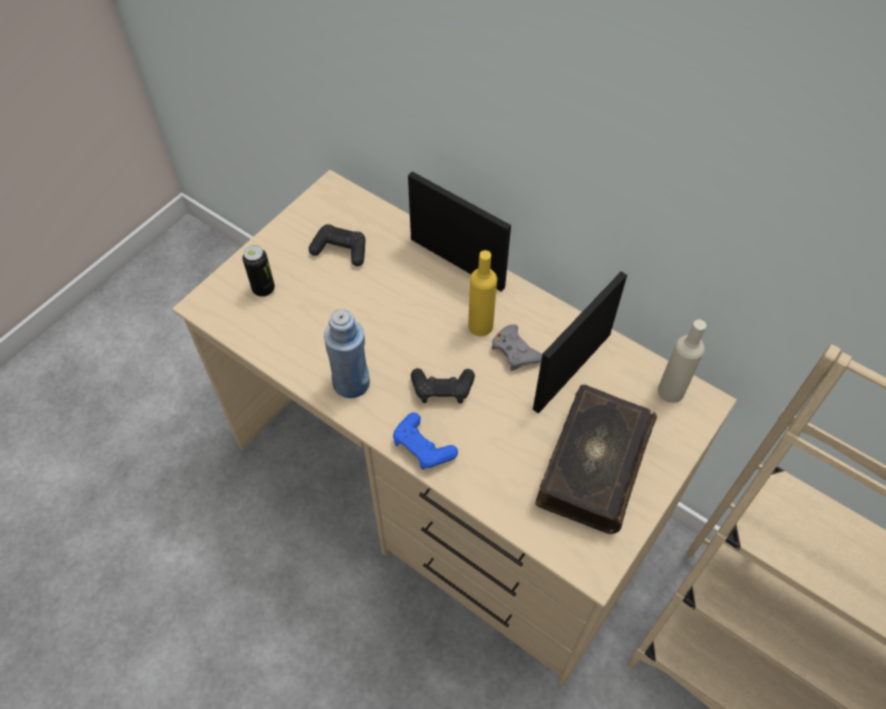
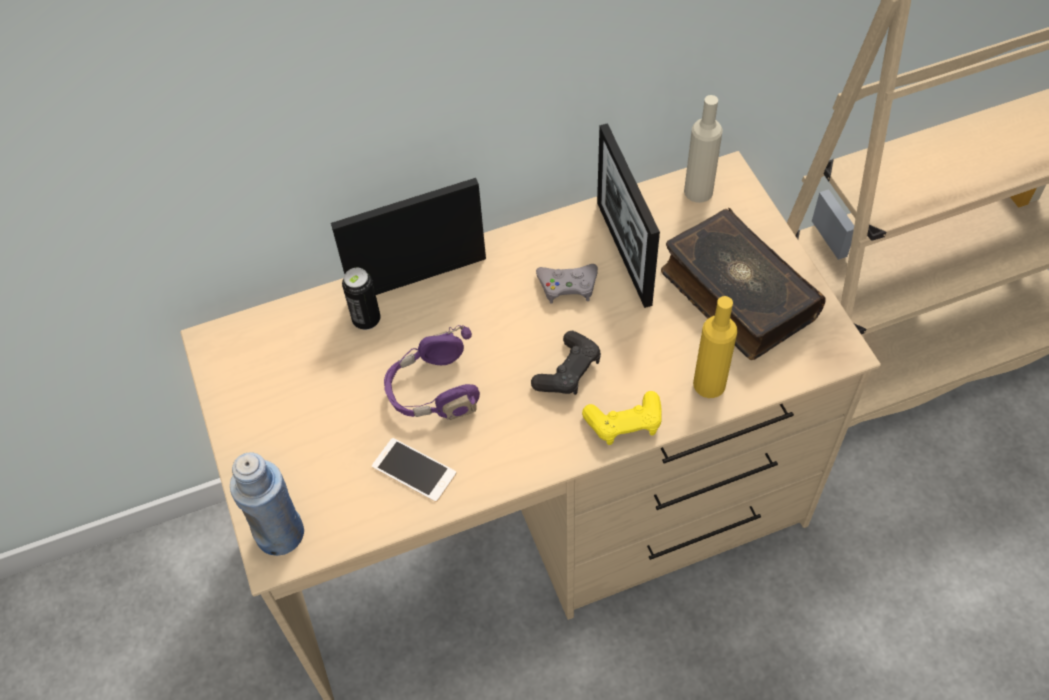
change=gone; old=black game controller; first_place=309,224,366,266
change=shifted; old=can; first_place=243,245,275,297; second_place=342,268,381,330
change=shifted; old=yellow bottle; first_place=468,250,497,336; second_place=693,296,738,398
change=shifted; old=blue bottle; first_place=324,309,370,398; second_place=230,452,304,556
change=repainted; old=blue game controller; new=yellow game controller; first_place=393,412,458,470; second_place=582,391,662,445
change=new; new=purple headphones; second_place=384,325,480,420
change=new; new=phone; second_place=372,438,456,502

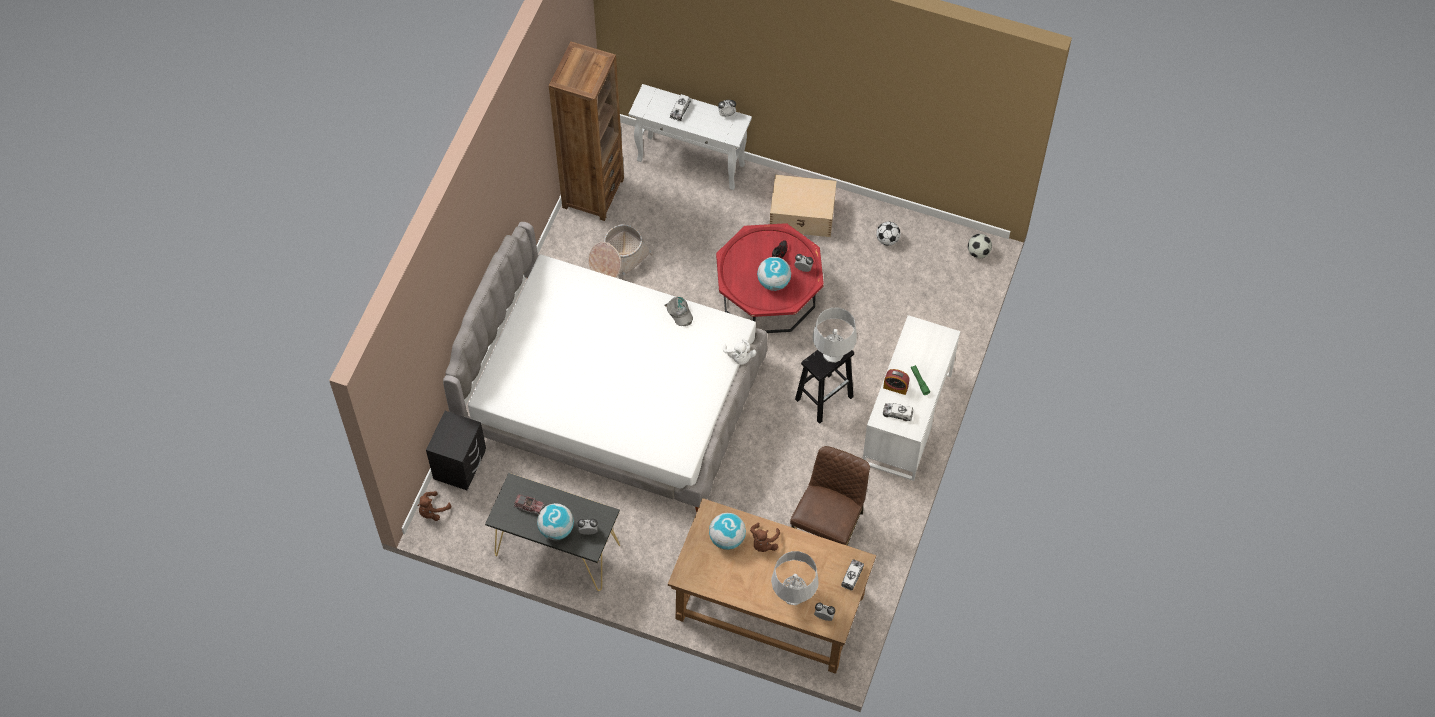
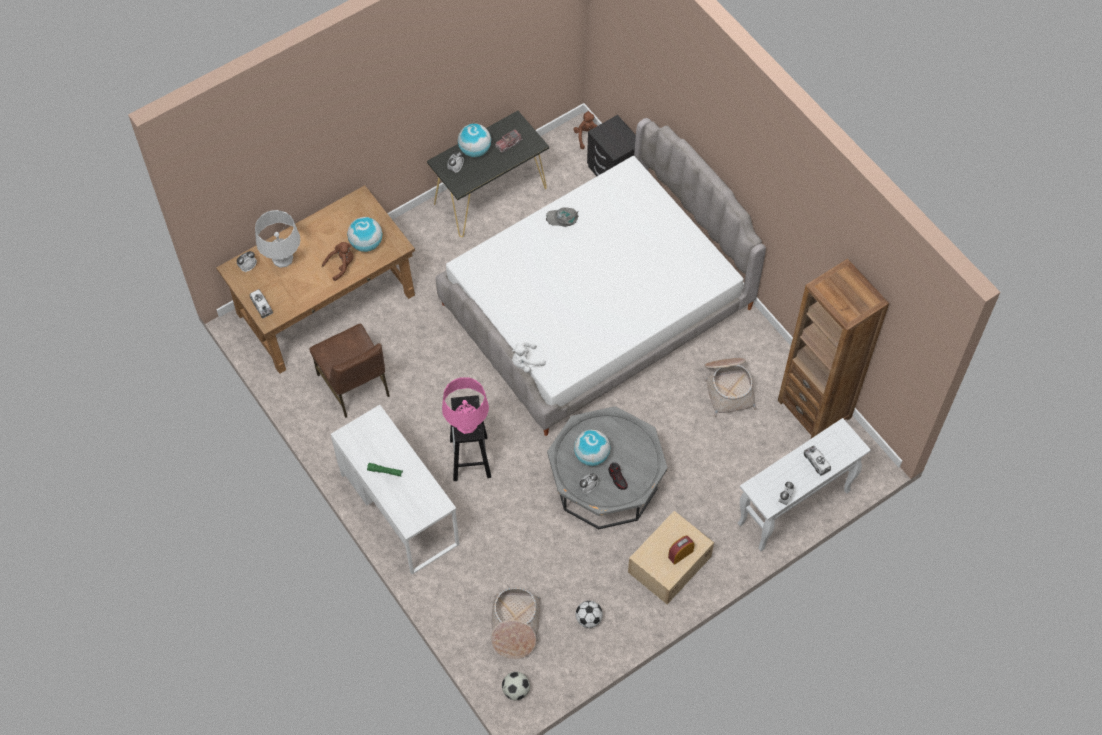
change=repainted; old=red coffee table; new=grey coffee table; first_place=716,223,824,333; second_place=547,406,668,529
change=shifted; old=grey cap; first_place=664,297,693,326; second_place=546,207,579,227
change=repainted; old=grey table lamp; new=pink table lamp; first_place=813,308,857,363; second_place=442,377,489,434
change=rotated; old=white plush toy; first_place=723,339,757,365; second_place=512,343,546,373; degrees=-45
change=shifted; old=alarm clock; first_place=883,369,910,395; second_place=668,536,695,565
change=gone; old=toy truck; first_place=883,403,913,421
change=rotated; old=brown plush toy; first_place=750,522,780,552; second_place=322,242,354,281; degrees=90
change=new; new=basket; second_place=491,587,541,659

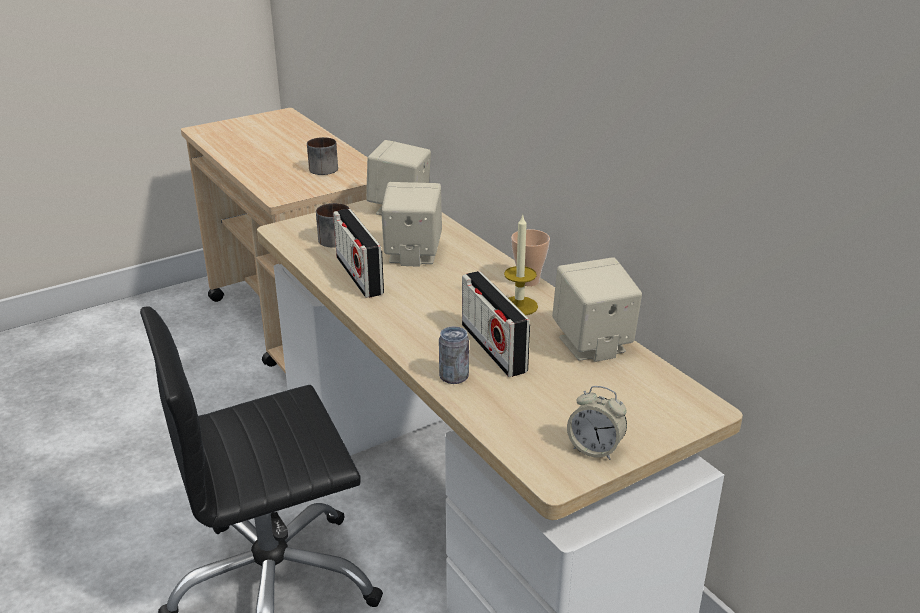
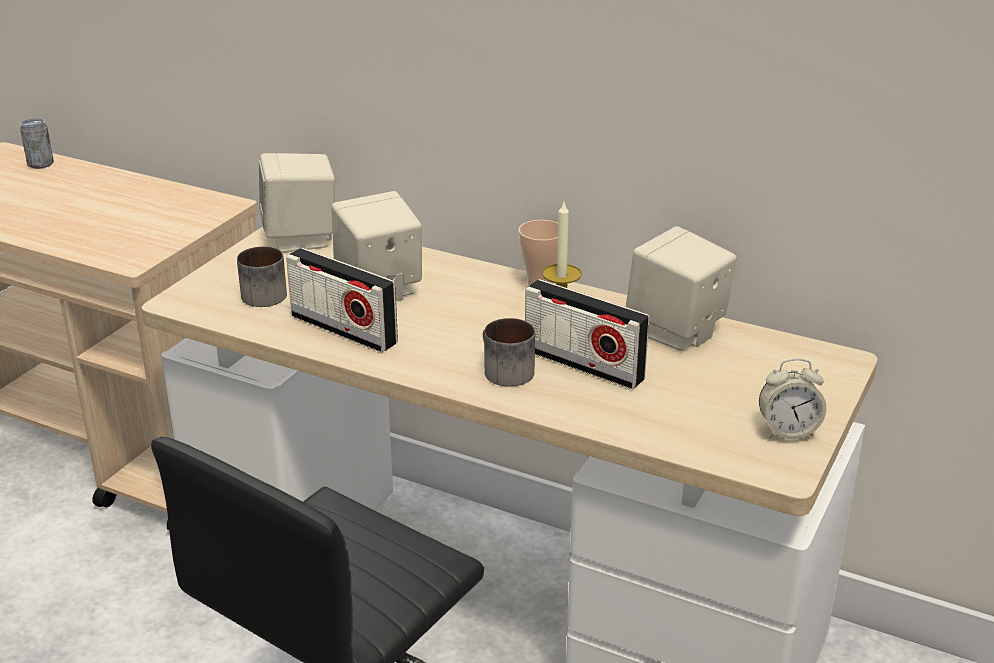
change=shifted; old=mug; first_place=307,137,338,175; second_place=483,318,535,386
change=shifted; old=can; first_place=439,326,469,384; second_place=20,118,54,169

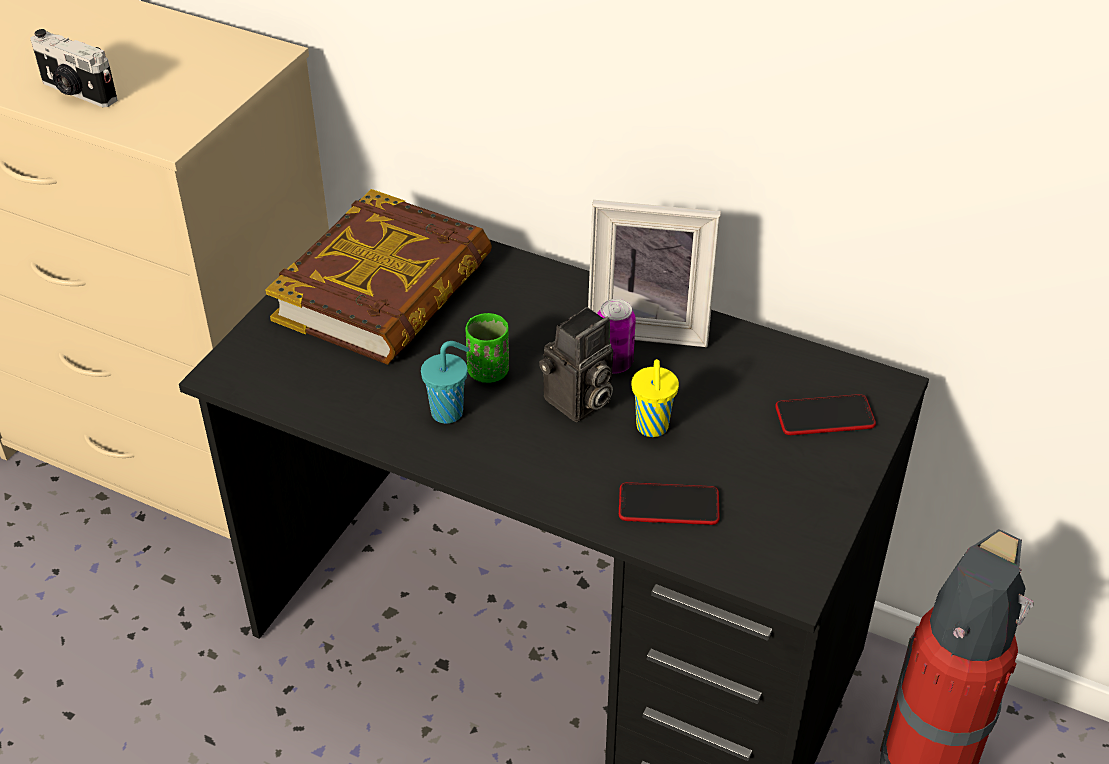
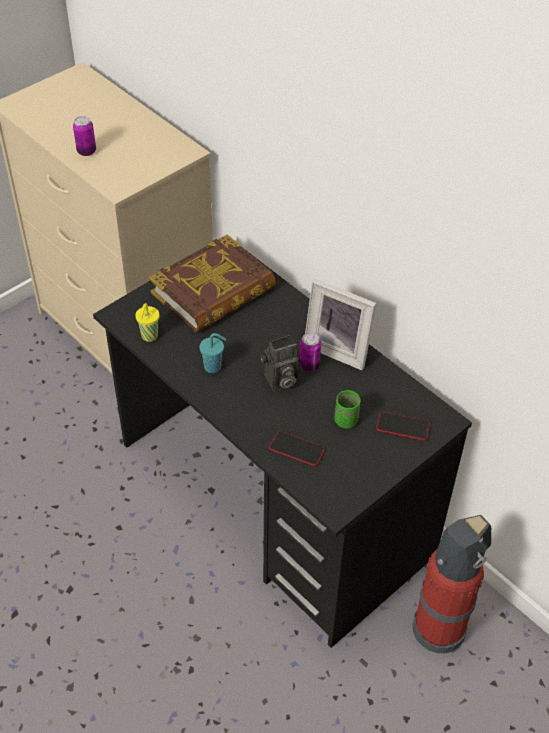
change=swapped; old=photo camera; new=can; first_place=30,29,118,107; second_place=73,116,96,156
change=shifted; old=green cup; first_place=465,313,509,383; second_place=335,390,361,428
change=shifted; old=yellow cup; first_place=631,359,679,437; second_place=135,303,159,342

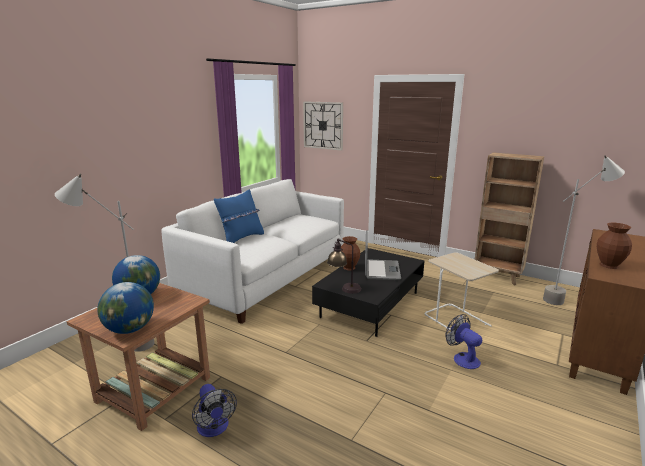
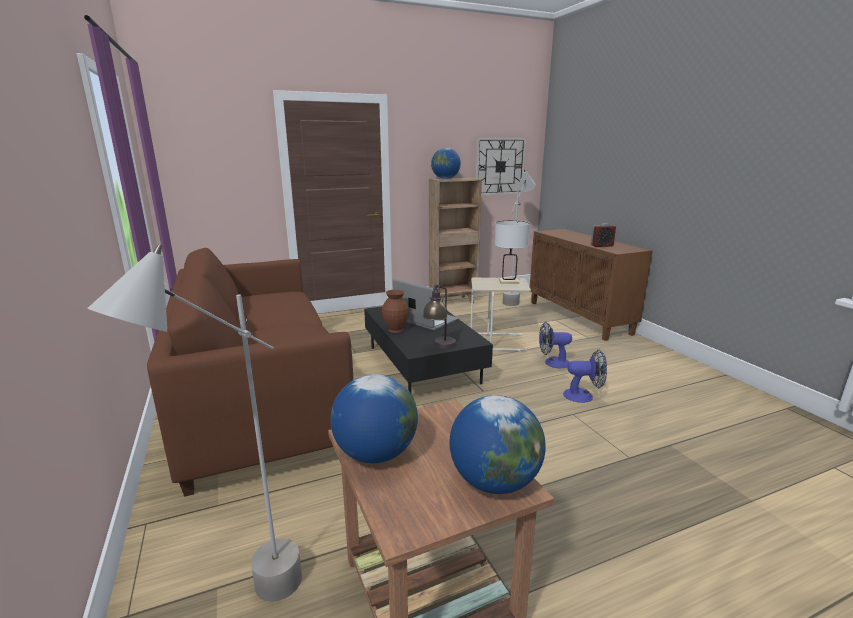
change=shifted; old=wall clock; first_place=303,101,343,151; second_place=476,138,526,196
change=repainted; old=white sofa; new=brown sofa; first_place=162,179,344,324; second_place=147,248,354,497
change=gone; old=blue pillow; first_place=214,190,264,243
change=swapped; old=brown vase; new=alarm clock; first_place=597,223,632,269; second_place=591,223,616,247
change=shifted; old=fan; first_place=192,384,237,437; second_place=563,350,607,403
change=new; new=globe; second_place=431,148,461,179
change=new; new=white table lamp; second_place=495,221,529,284

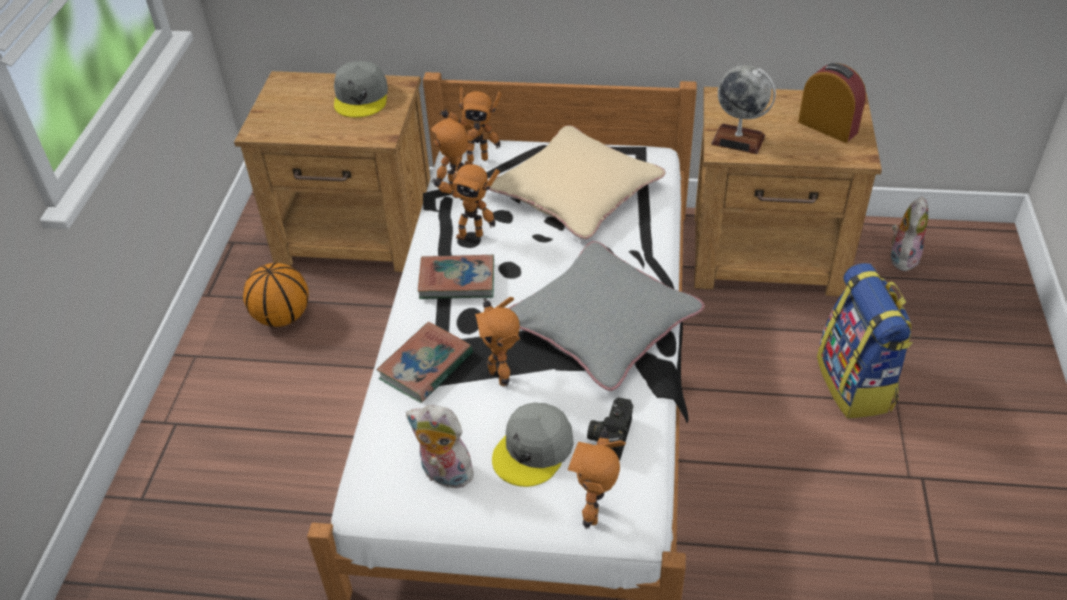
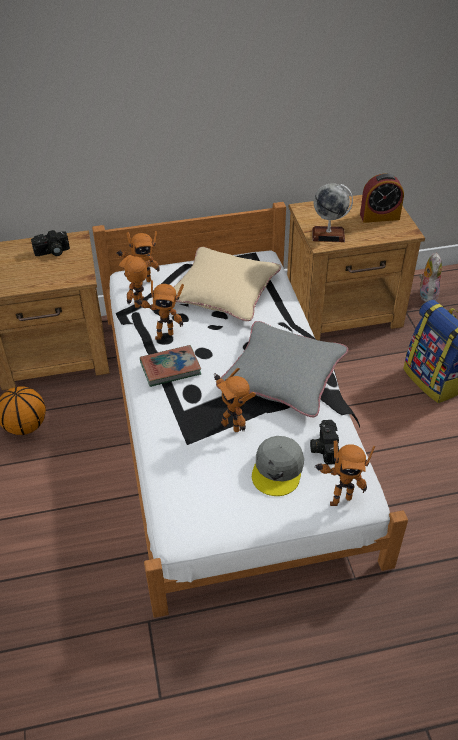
change=swapped; old=grey cap; new=photo camera; first_place=334,61,388,118; second_place=31,230,70,256
change=rotated; old=alarm clock; first_place=798,63,866,143; second_place=360,173,404,223; degrees=150
change=gone; old=book; first_place=376,322,473,403
change=gone; old=plush toy; first_place=406,405,474,488
change=rotated; old=toy robot; first_place=568,427,626,529; second_place=314,441,375,506; degrees=-90

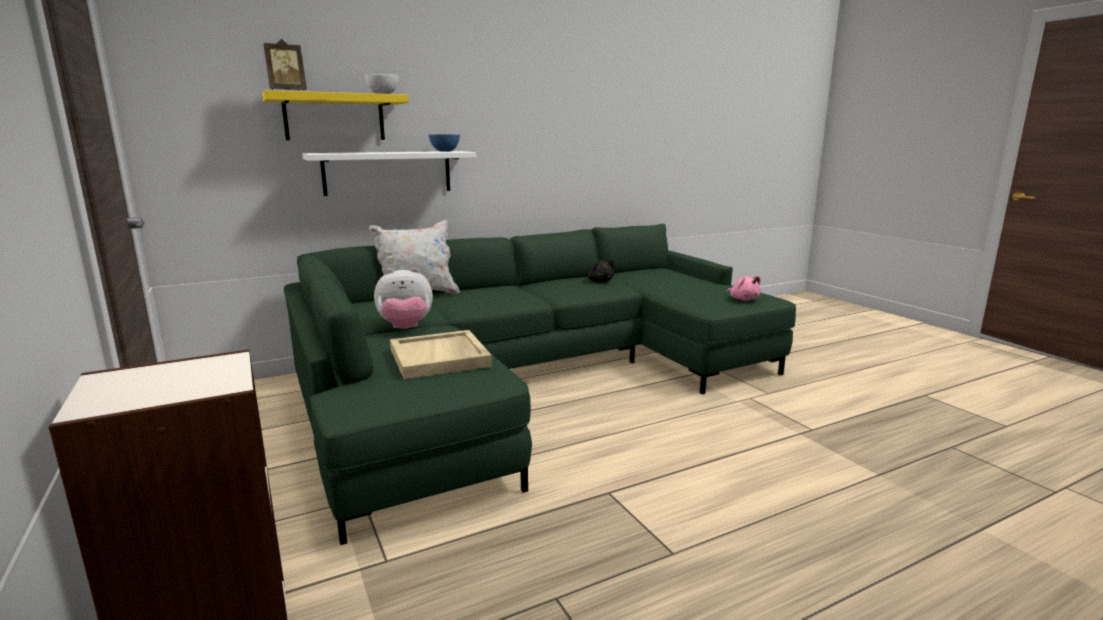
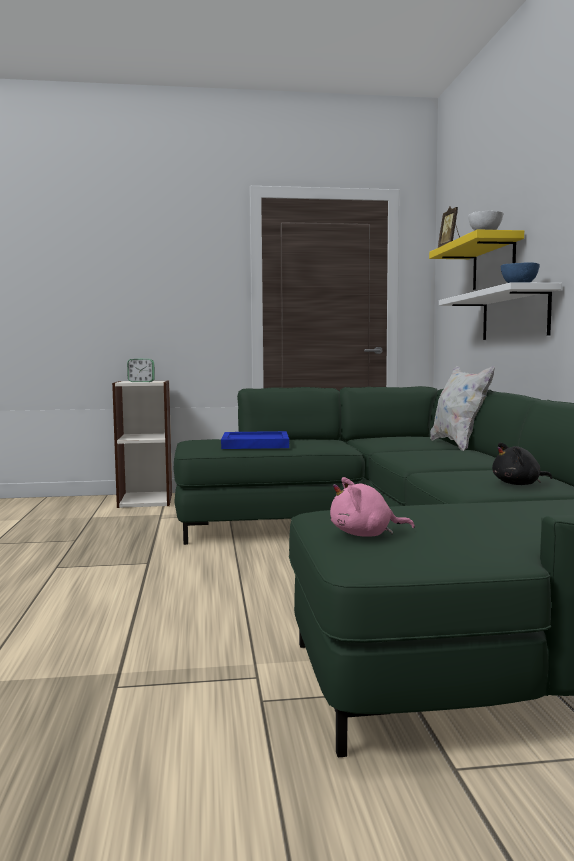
change=gone; old=plush toy; first_place=374,267,433,329
change=repainted; old=beige tray; new=blue tray; first_place=390,330,492,379; second_place=221,431,289,449
change=new; new=alarm clock; second_place=127,359,155,382

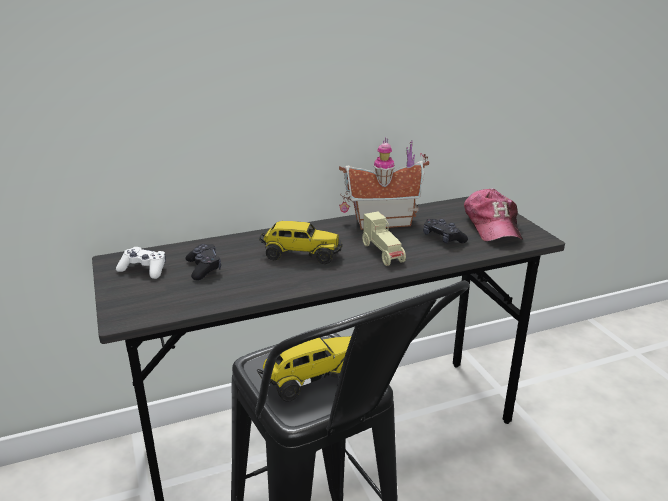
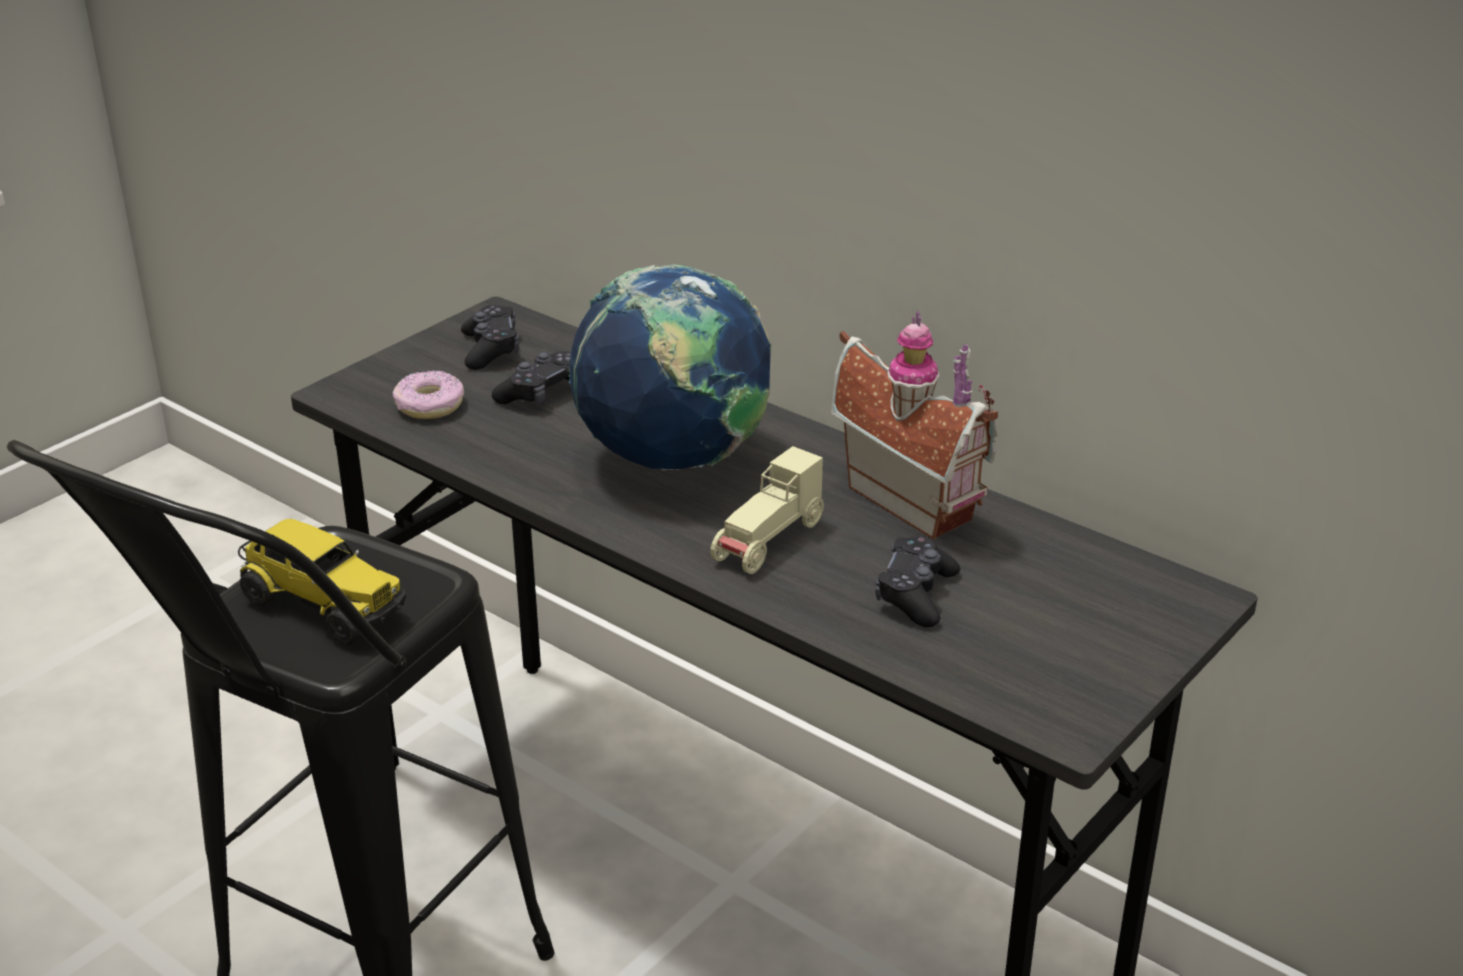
change=gone; old=cap; first_place=464,188,523,242
change=swapped; old=toy truck; new=globe; first_place=259,221,343,264; second_place=569,264,771,470
change=repainted; old=white game controller; new=black game controller; first_place=116,247,166,279; second_place=461,305,519,370
change=new; new=donut; second_place=393,371,464,419

